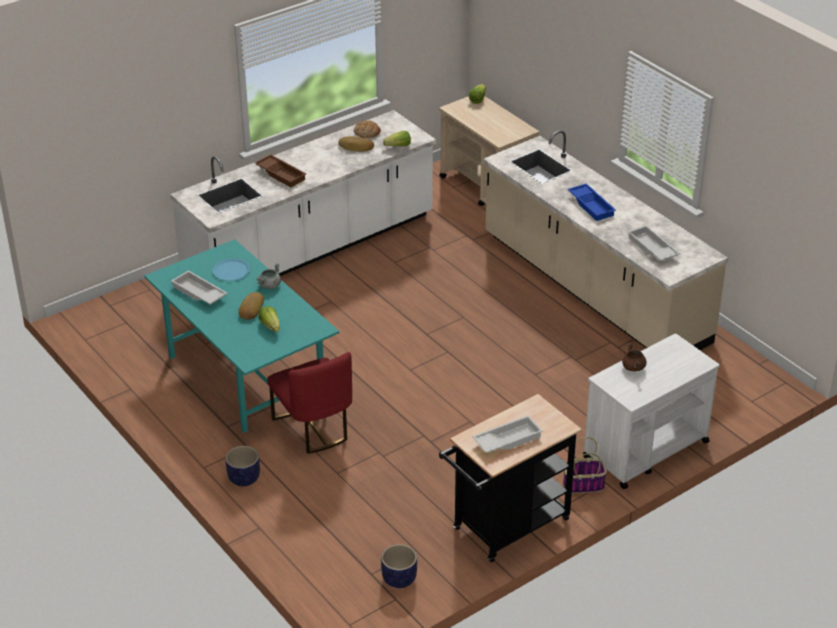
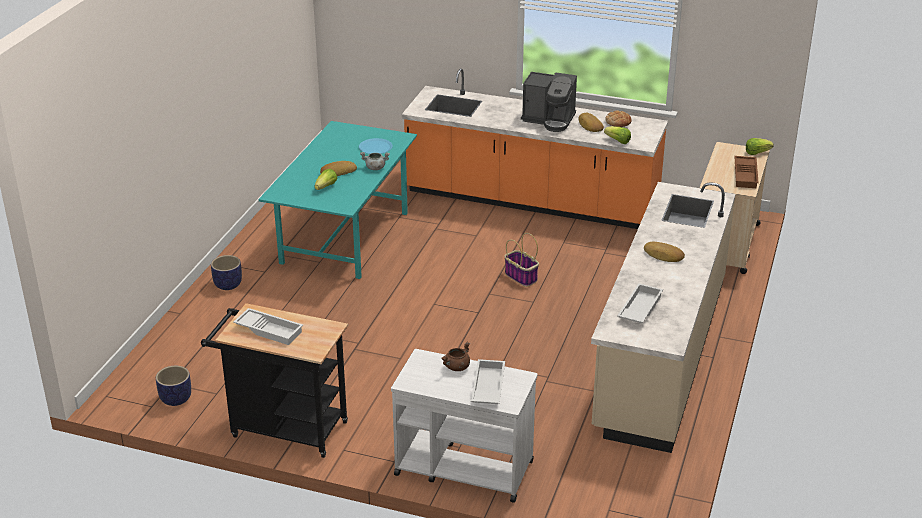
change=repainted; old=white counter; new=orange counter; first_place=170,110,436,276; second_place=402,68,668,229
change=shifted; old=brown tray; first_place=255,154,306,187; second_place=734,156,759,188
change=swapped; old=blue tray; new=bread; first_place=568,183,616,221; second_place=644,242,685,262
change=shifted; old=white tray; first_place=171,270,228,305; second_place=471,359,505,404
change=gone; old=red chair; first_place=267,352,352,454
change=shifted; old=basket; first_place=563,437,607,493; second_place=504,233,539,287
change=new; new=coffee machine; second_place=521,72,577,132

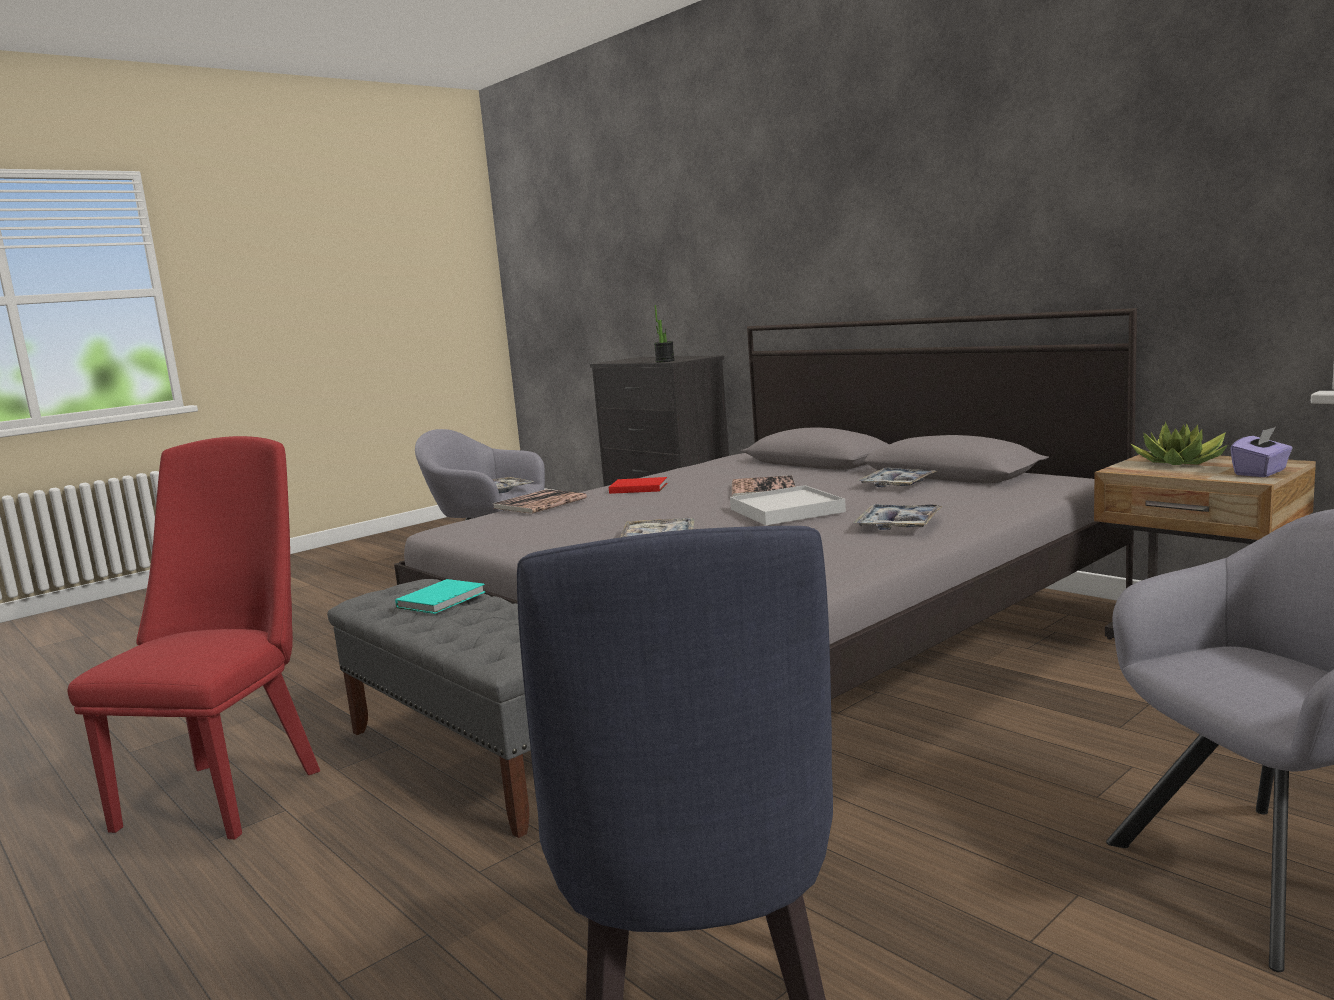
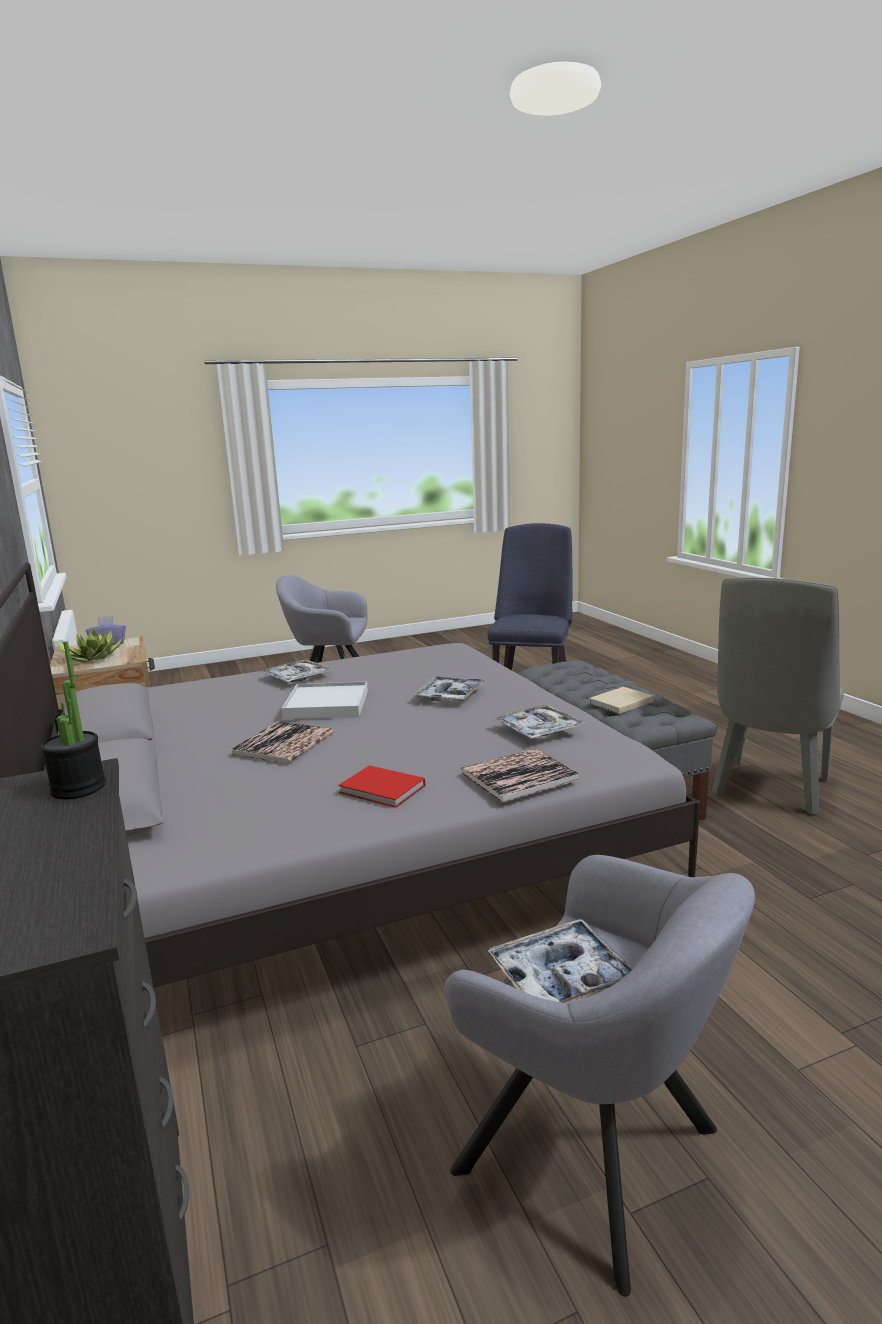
change=repainted; old=red chair; new=grey chair; first_place=68,436,320,839; second_place=712,578,844,815
change=shifted; old=tray; first_place=857,467,938,487; second_place=494,704,586,739
change=repainted; old=turquoise book; new=beige book; first_place=395,579,485,614; second_place=589,687,653,714

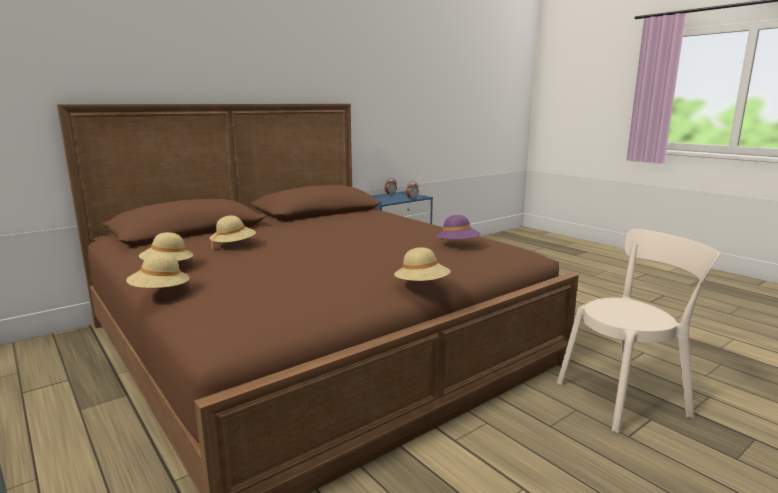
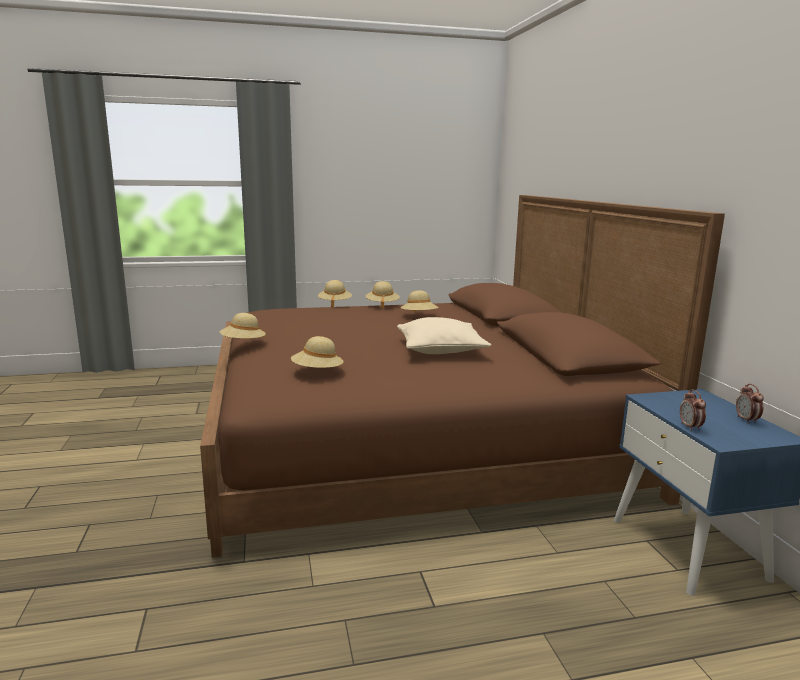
change=repainted; old=purple hat; new=beige hat; first_place=436,215,481,241; second_place=291,336,344,369
change=gone; old=beige chair; first_place=557,229,720,433
change=new; new=beige pillow; second_place=397,317,491,354

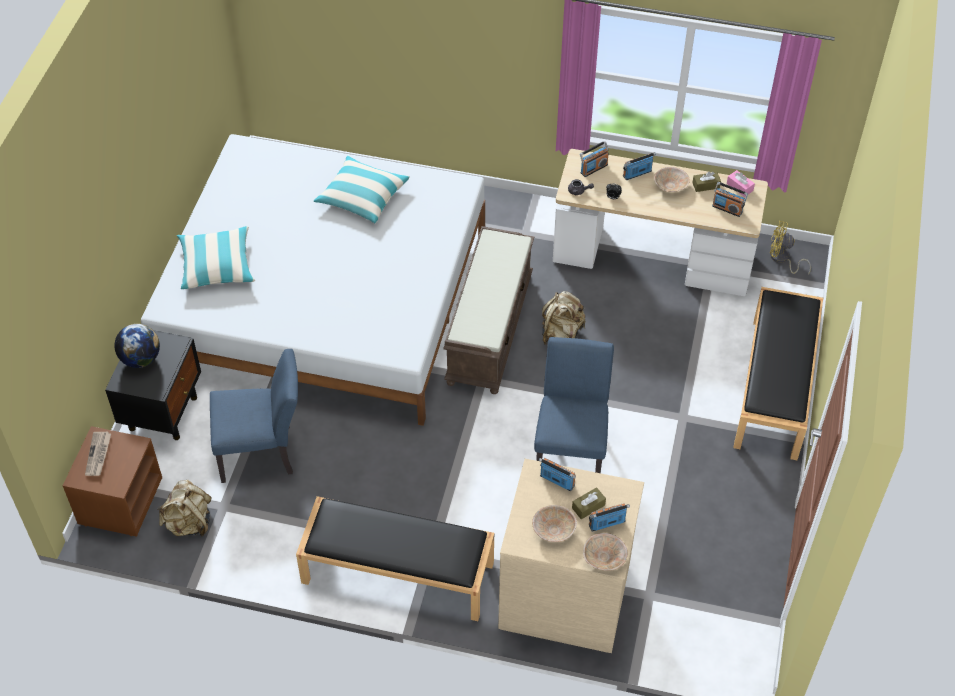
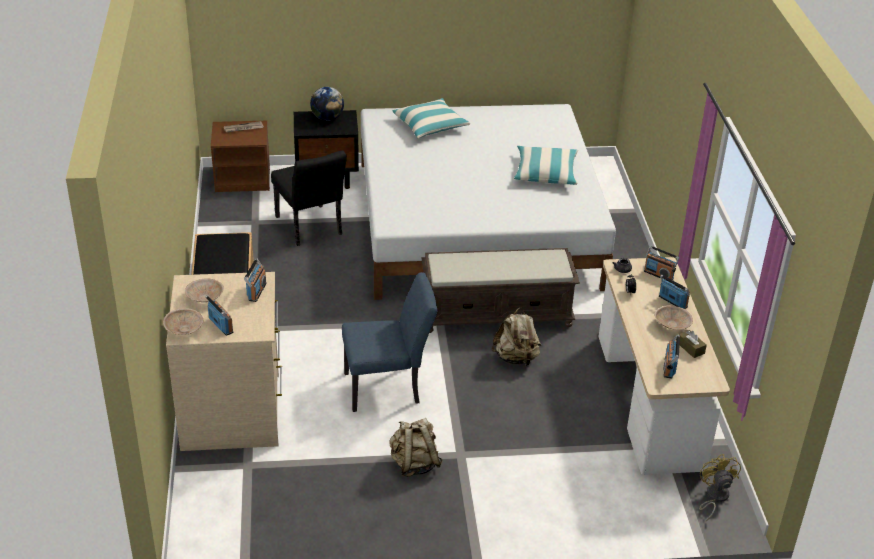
change=gone; old=pink tissue box; first_place=727,170,755,197
change=gone; old=black bench; first_place=733,287,823,460
change=repainted; old=blue chair; new=black chair; first_place=210,349,298,483; second_place=271,150,347,246
change=shifted; old=beige backpack; first_place=157,480,212,537; second_place=390,418,443,477
change=gone; old=brown tissue box; first_place=572,487,606,519

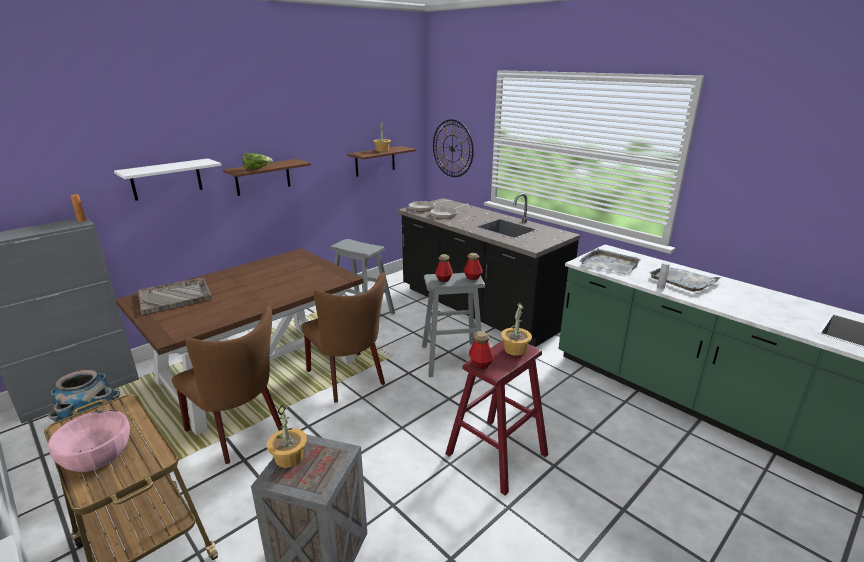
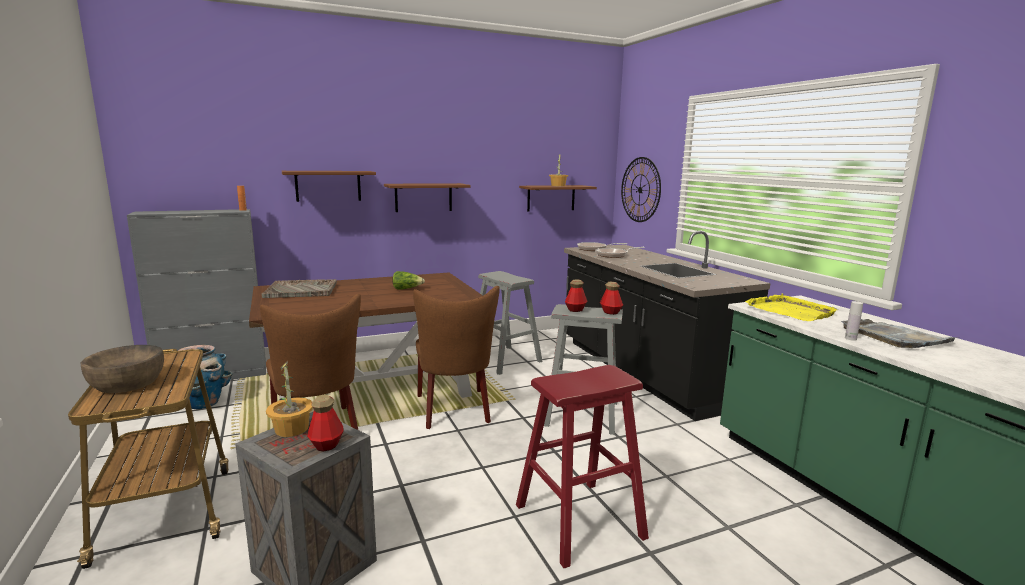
change=shifted; old=lettuce; first_place=243,153,273,170; second_place=392,271,425,290
change=repainted; old=white shelf; new=brown shelf; first_place=114,158,222,201; second_place=282,171,376,202
change=repainted; old=grey tray; new=yellow tray; first_place=579,248,640,275; second_place=745,294,838,321
change=gone; old=potted plant; first_place=501,303,532,356
change=shifted; old=bottle; first_place=469,331,494,369; second_place=308,395,344,451
change=repainted; old=pink bowl; new=brown bowl; first_place=48,410,130,472; second_place=81,345,164,393

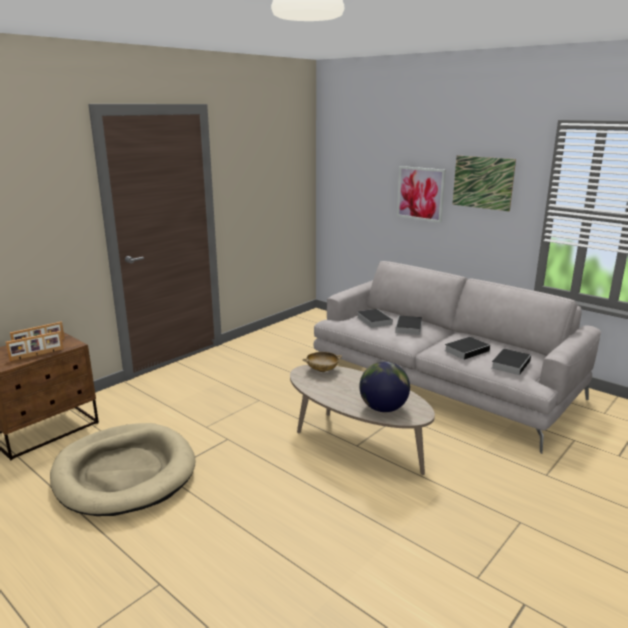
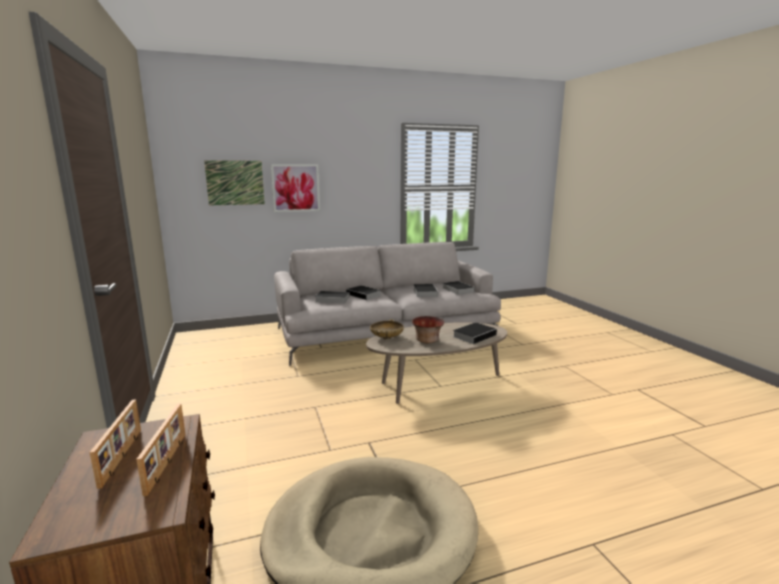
change=shifted; old=picture; first_place=452,155,516,211; second_place=204,160,265,205
change=swapped; old=globe; new=book; first_place=359,362,410,412; second_place=453,322,498,344
change=new; new=bowl; second_place=412,316,444,343

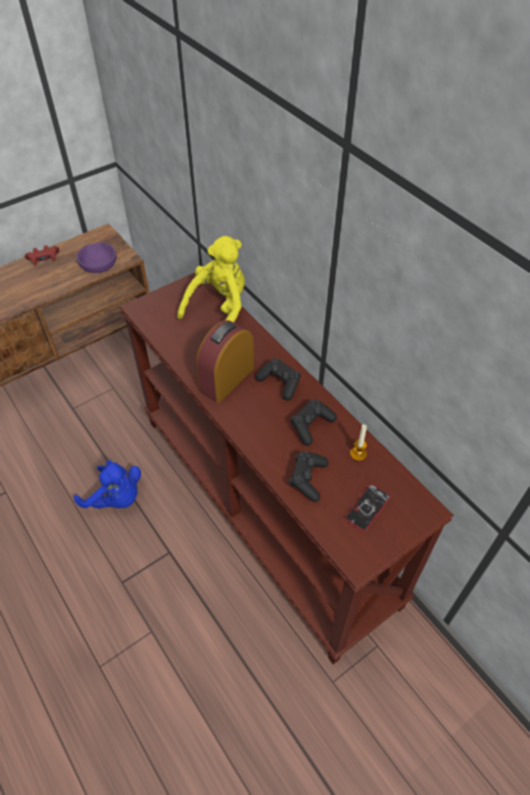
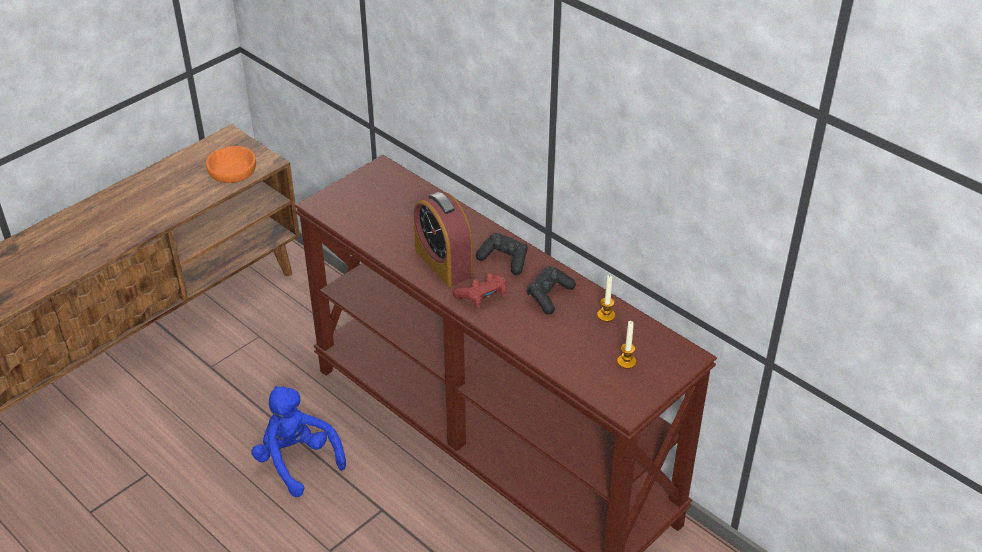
change=gone; old=yellow plush toy; first_place=177,236,245,323
change=repainted; old=purple bowl; new=orange bowl; first_place=77,242,116,273; second_place=206,146,256,183
change=shifted; old=red game controller; first_place=25,245,59,266; second_place=453,273,507,307
change=rotated; old=alarm clock; first_place=196,320,254,403; second_place=414,192,473,287; degrees=-60
change=gone; old=black game controller; first_place=289,451,328,502
change=rotated; old=blue plush toy; first_place=74,460,141,508; second_place=251,386,346,497; degrees=-150
change=swapped; old=phone; new=candle; first_place=345,484,391,531; second_place=617,321,636,369

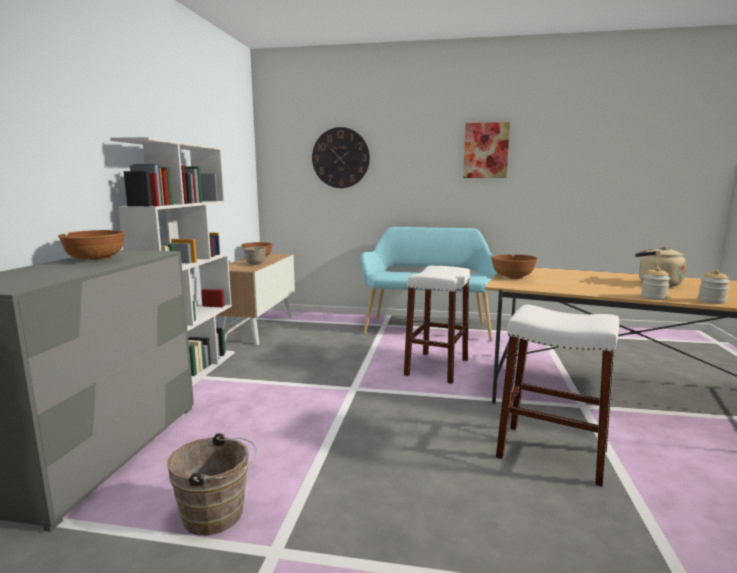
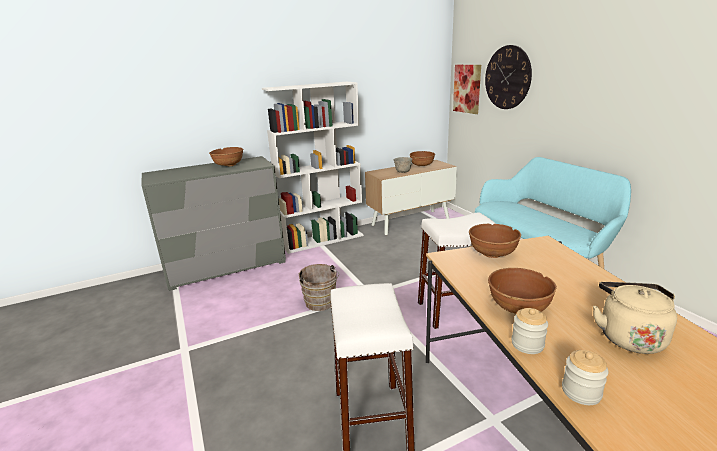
change=shifted; old=picture; first_place=463,122,510,178; second_place=453,65,481,114
change=shifted; old=brown bucket; first_place=167,433,257,535; second_place=299,264,339,311
change=new; new=brown bowl; second_place=488,268,557,314

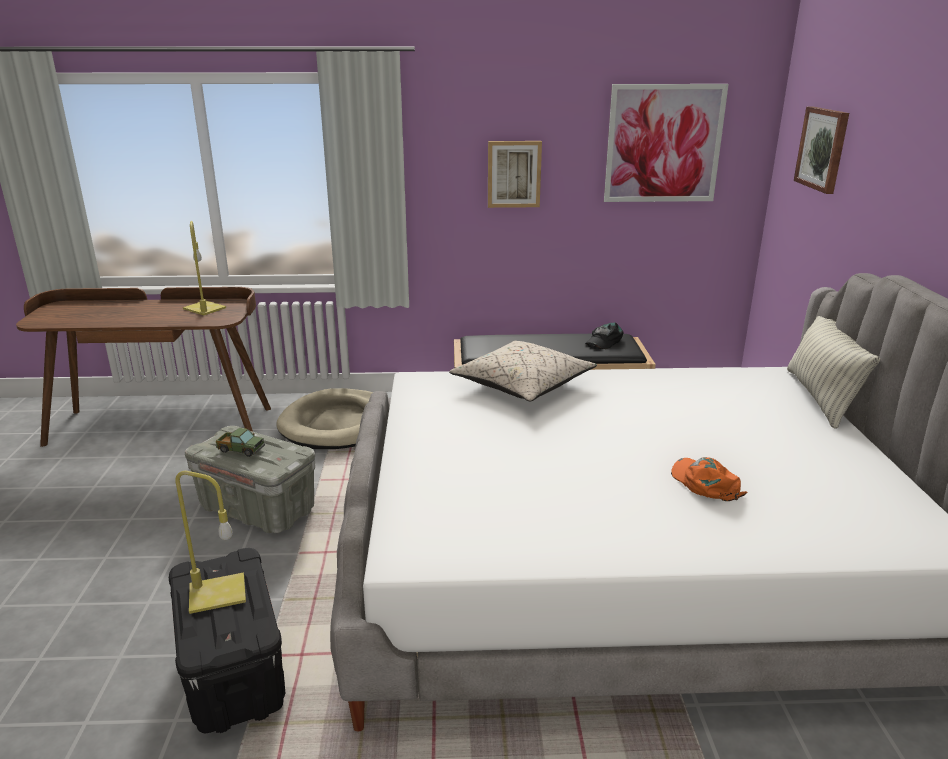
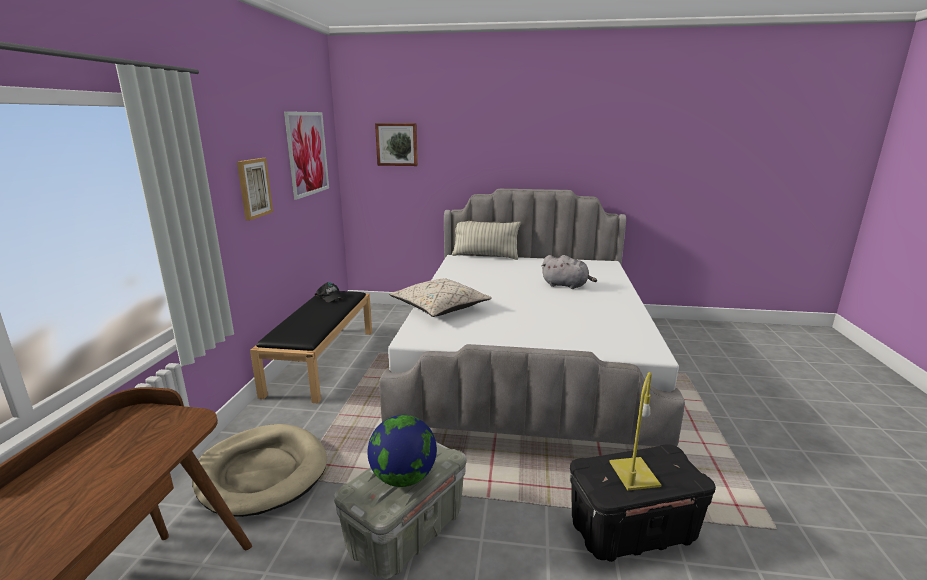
change=gone; old=yellow table lamp; first_place=183,221,226,315
change=swapped; old=toy truck; new=globe; first_place=216,428,265,457; second_place=368,415,437,487
change=swapped; old=orange cap; new=grey plush toy; first_place=671,457,748,501; second_place=542,255,597,289

